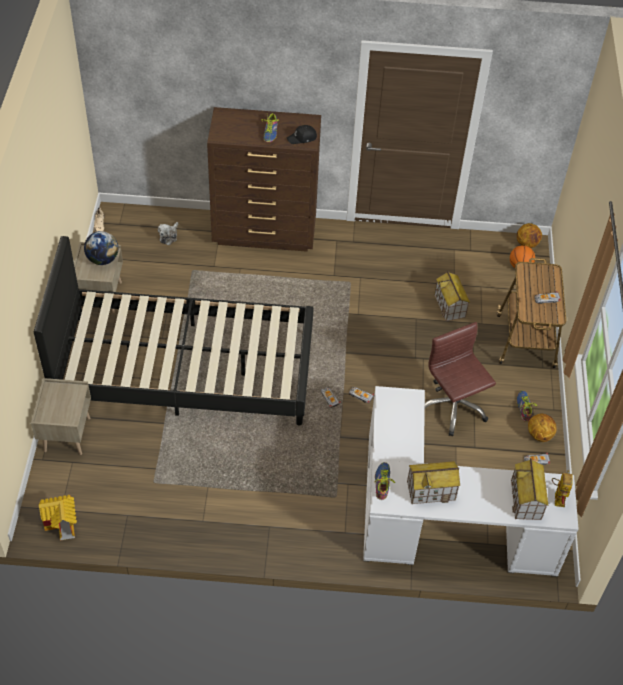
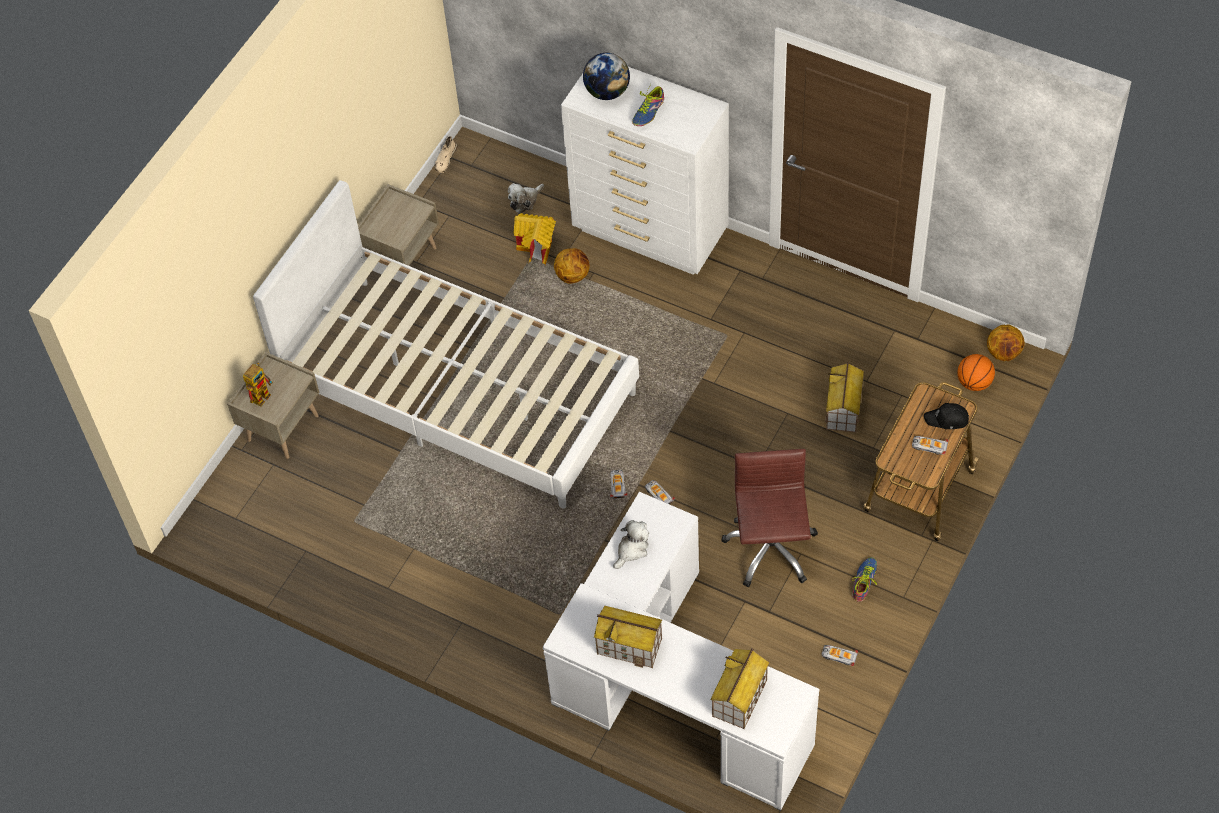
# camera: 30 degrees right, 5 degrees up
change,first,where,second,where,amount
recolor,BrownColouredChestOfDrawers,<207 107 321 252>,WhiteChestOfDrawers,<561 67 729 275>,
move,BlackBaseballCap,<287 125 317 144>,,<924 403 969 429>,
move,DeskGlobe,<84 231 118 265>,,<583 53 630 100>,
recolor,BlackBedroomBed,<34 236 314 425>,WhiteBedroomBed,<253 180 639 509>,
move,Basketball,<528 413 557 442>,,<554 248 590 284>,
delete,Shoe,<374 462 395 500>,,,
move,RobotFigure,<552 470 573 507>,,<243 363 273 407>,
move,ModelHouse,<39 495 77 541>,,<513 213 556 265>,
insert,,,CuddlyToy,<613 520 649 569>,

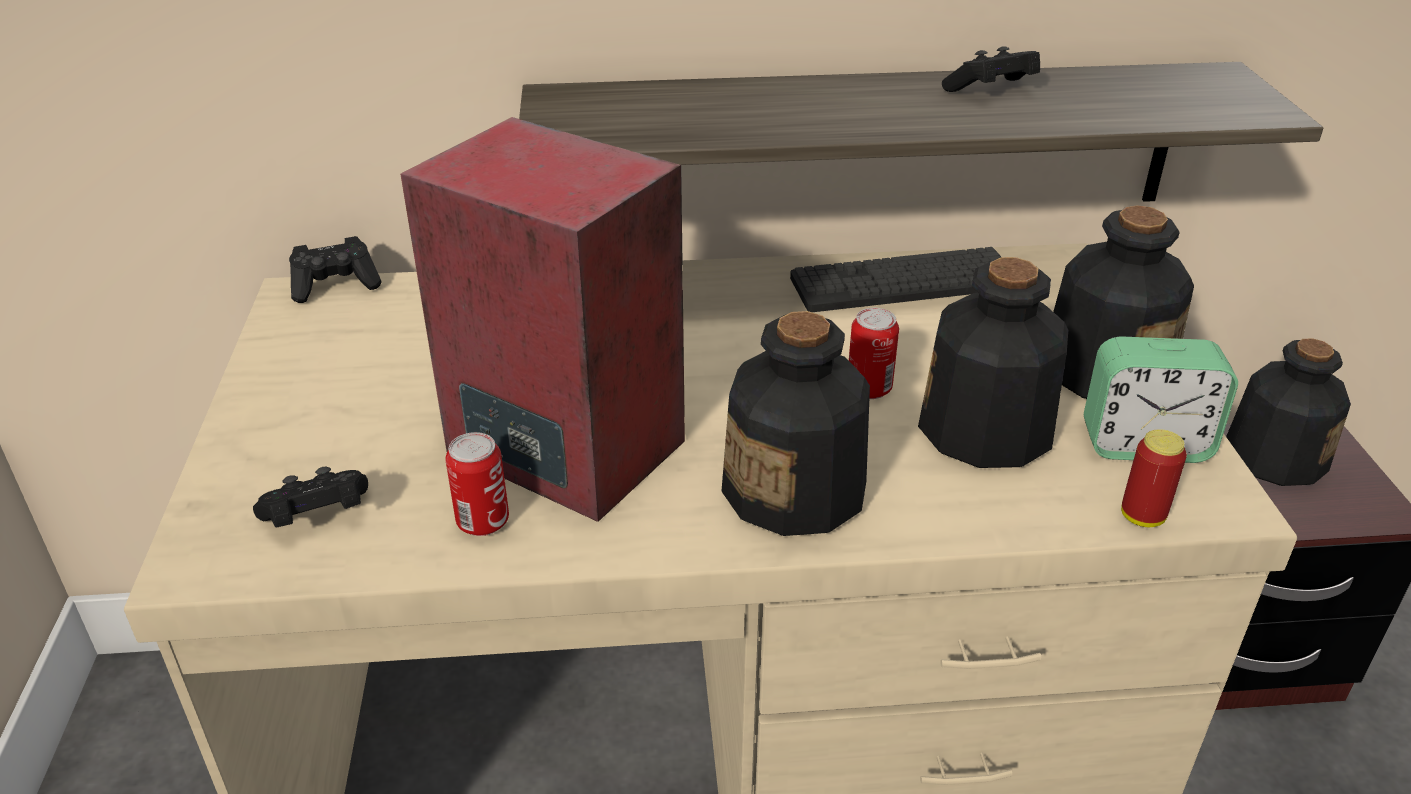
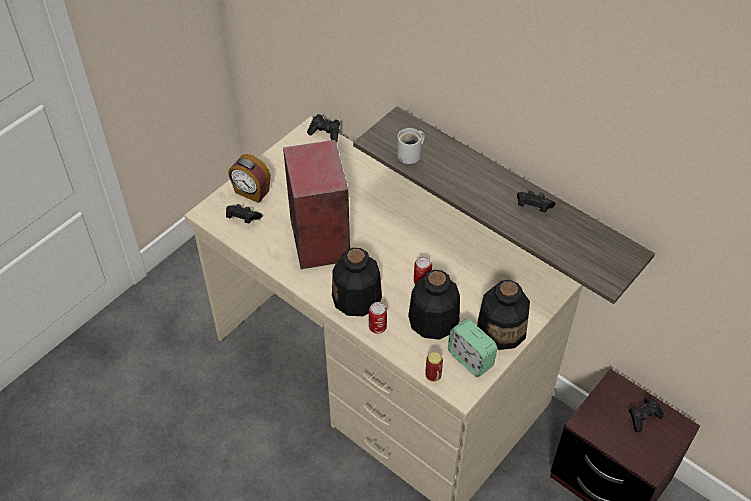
# camera: 45 degrees right, 15 degrees up
change,first,where,second,where,amount
delete,Keyboard,<790 247 1001 312>,,,
replace,Bottle,<1226 338 1351 486>,BlackJoypad,<629 397 664 432>,
move,Can,<445 432 509 536>,,<369 302 387 334>,
insert,,,WhiteCoffeeMug,<397 128 425 164>,
insert,,,AlarmClock,<228 154 271 203>,

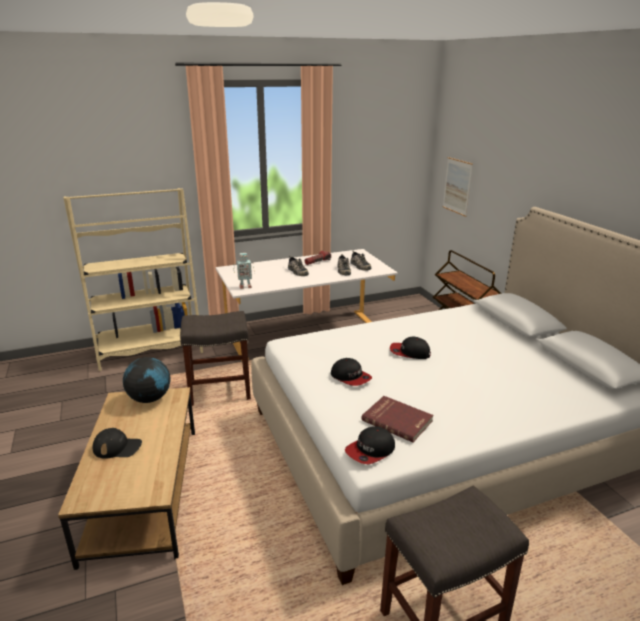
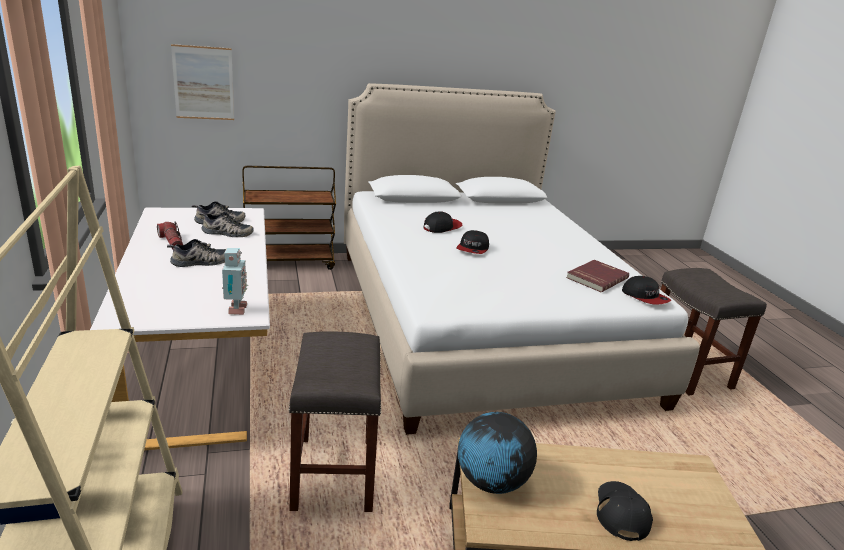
# camera: 85 degrees left, 0 degrees up
change,first,where,second,where,amount
move,BaseballCap,<331 358 372 386>,,<423 211 462 233>,

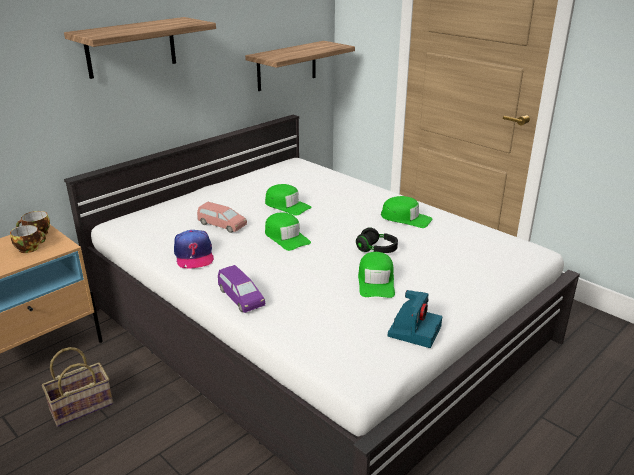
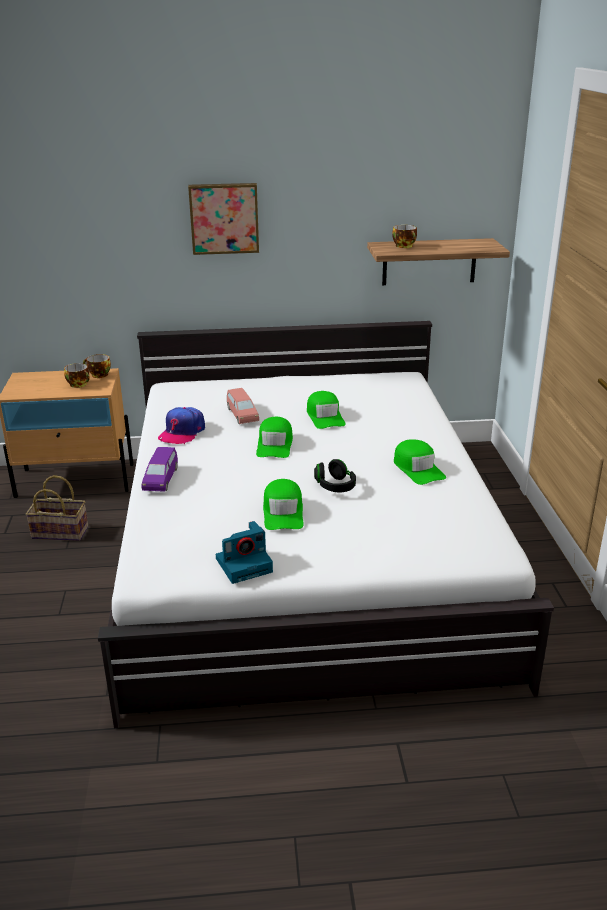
# camera: 40 degrees right, 0 degrees up
change,first,where,second,where,amount
replace,WallShelf,<64 17 216 79>,WallPicture,<188 183 259 255>,
rotate,GreenColouredBaseballCap,<358 252 395 298>,,<263 479 304 530>,45 degrees counterclockwise
insert,,,Cup,<392 225 417 248>,

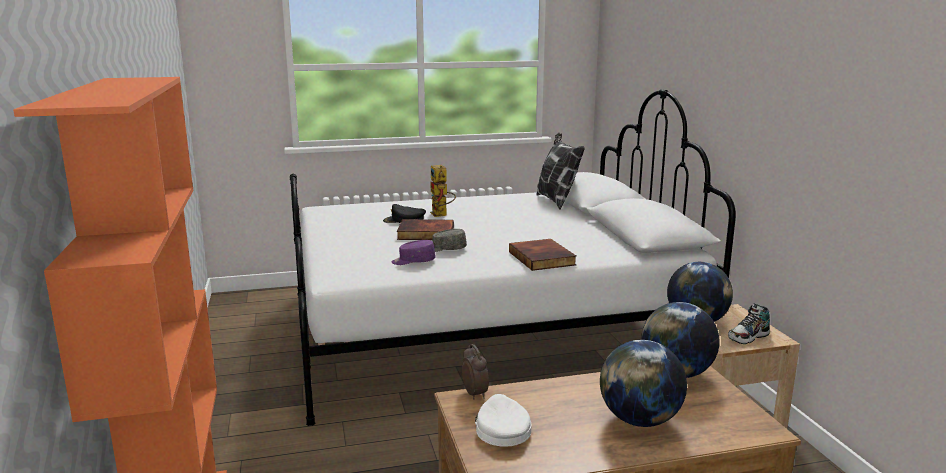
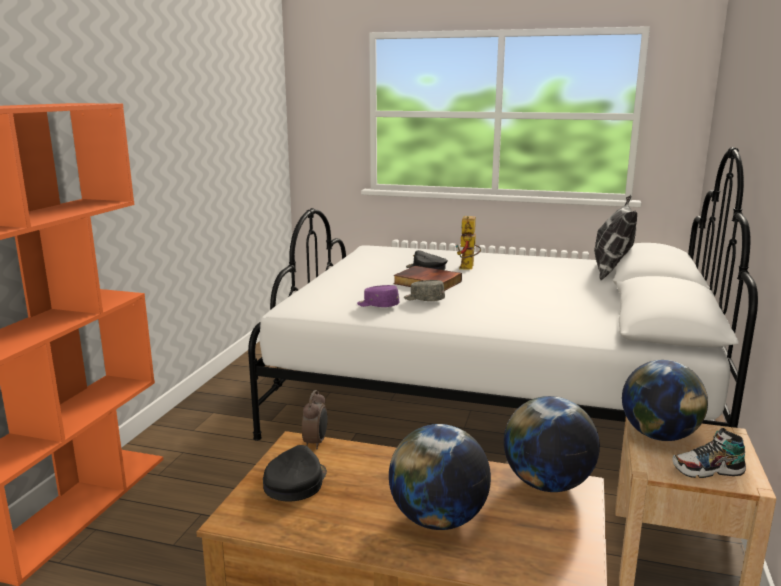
# camera: 30 degrees right, 0 degrees up
change,first,where,second,where,amount
delete,Volume,<509 239 577 271>,,,
recolor,WhiteBaseballCap,<475 394 531 447>,BlackBaseballCap,<263 445 327 501>,

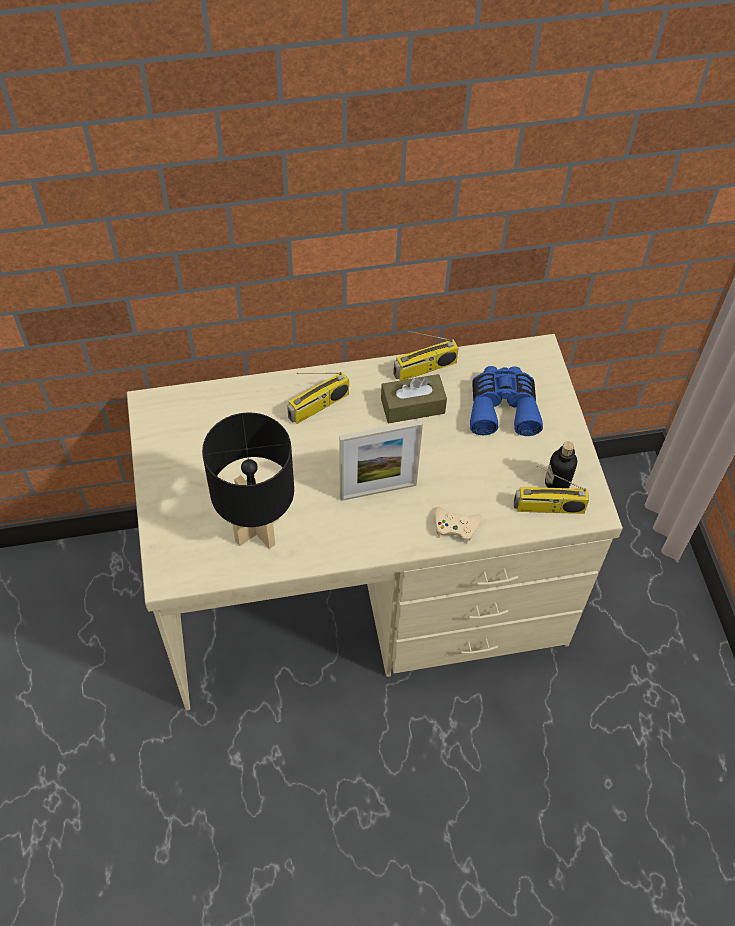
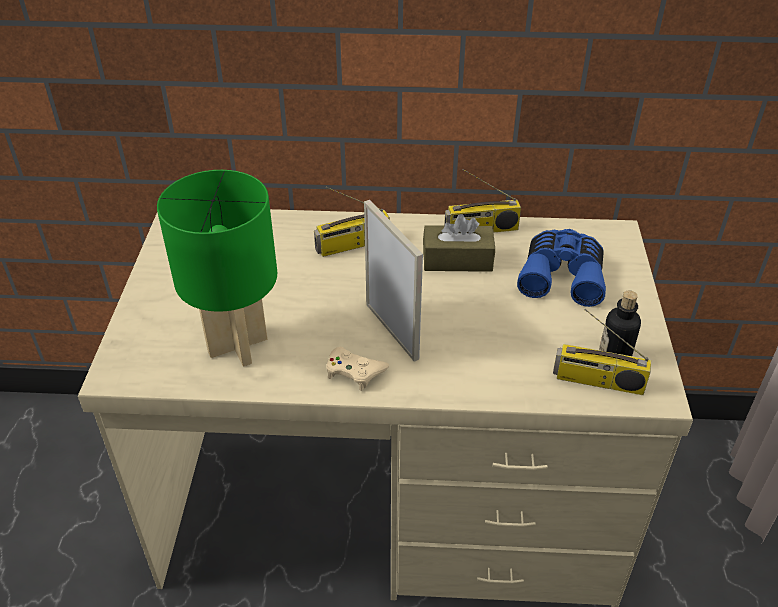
# camera: 15 degrees right, 15 degrees down
change,first,where,second,where,amount
recolor,BlackTableLamp,<202 413 294 549>,GreenColouredTableLamp,<157 170 277 367>,
rotate,PhotoFrame,<339 420 423 501>,,<364 200 423 361>,120 degrees counterclockwise
move,BeigeColouredJoypad,<434 506 482 544>,,<326 347 389 391>,

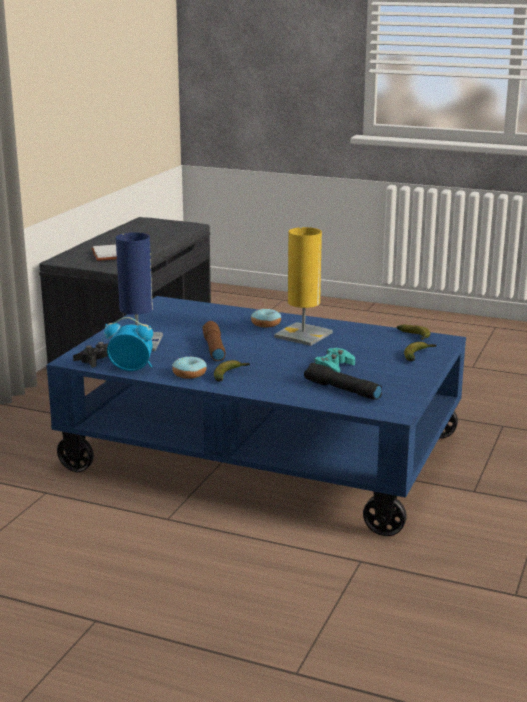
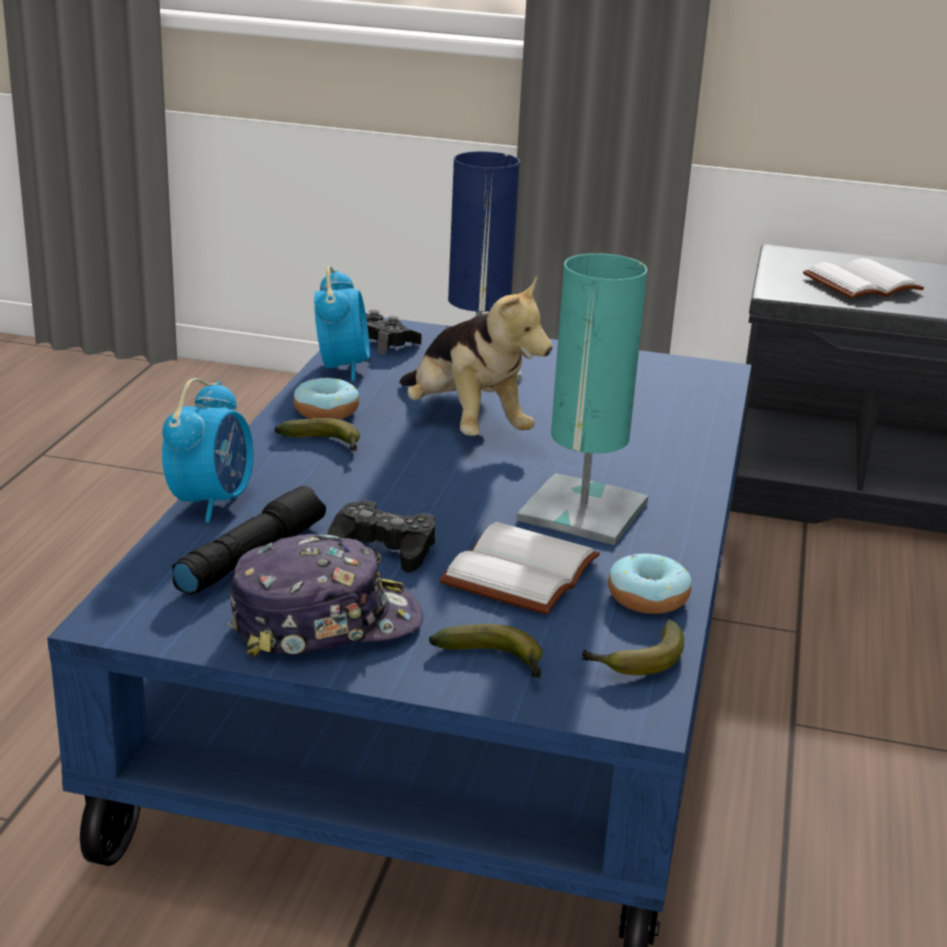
# camera: 80 degrees right, 5 degrees up
change,first,where,second,where,amount
recolor,YellowishTableLamp,<274 227 333 346>,TurquoiseColouredTableLamp,<517 253 648 545>,
move,Doughnut,<251 308 281 327>,,<608 553 691 614>,
replace,BrownColouredTorch,<203 321 226 361>,CuddlyToy,<400 276 553 436>,
recolor,TurquoiseColouredJoypad,<314 348 355 372>,BlackJoypad,<328 500 435 573>,
insert,,,AlarmClock,<162 378 253 523>,
insert,,,WhiteVolume,<439 522 600 614>,
insert,,,BaseballCap,<228 534 423 657>,

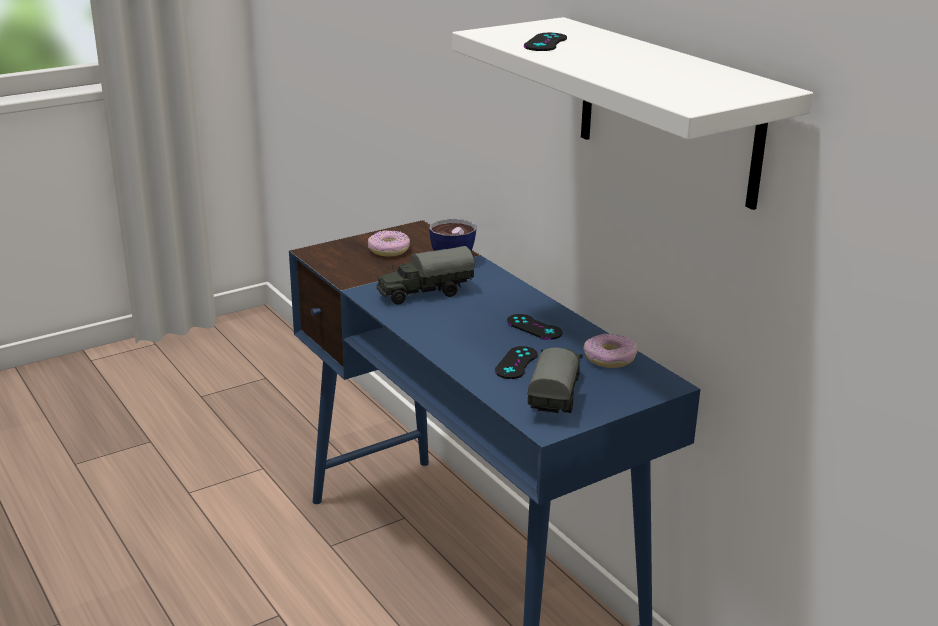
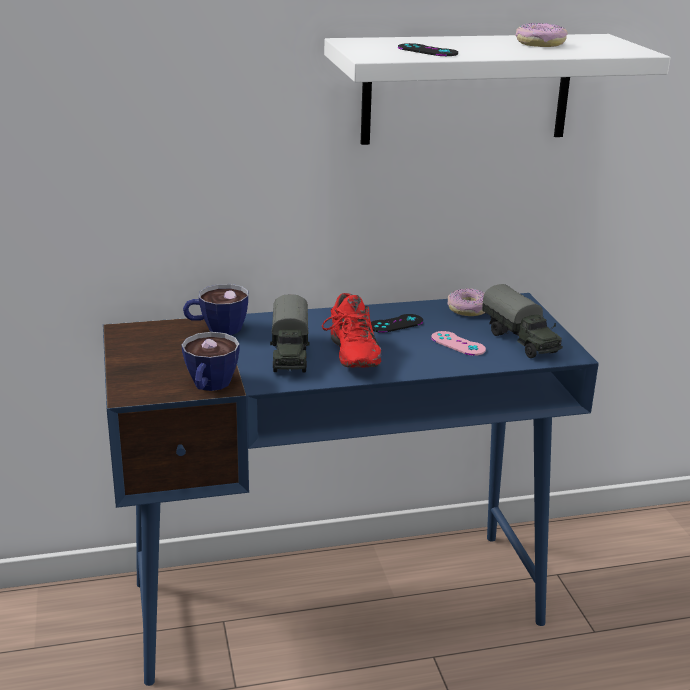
# camera: 70 degrees left, 0 degrees up
change,first,where,second,where,amount
move,Doughnut,<368 230 410 257>,,<516 23 568 47>,
recolor,BlackJoypad,<495 346 538 379>,PinkJoypad,<431 331 486 356>,
rotate,ToyLorry,<528 348 583 413>,,<482 284 563 358>,150 degrees counterclockwise
insert,,,RedShoe,<322 293 381 367>,
insert,,,Cup,<181 332 240 391>,

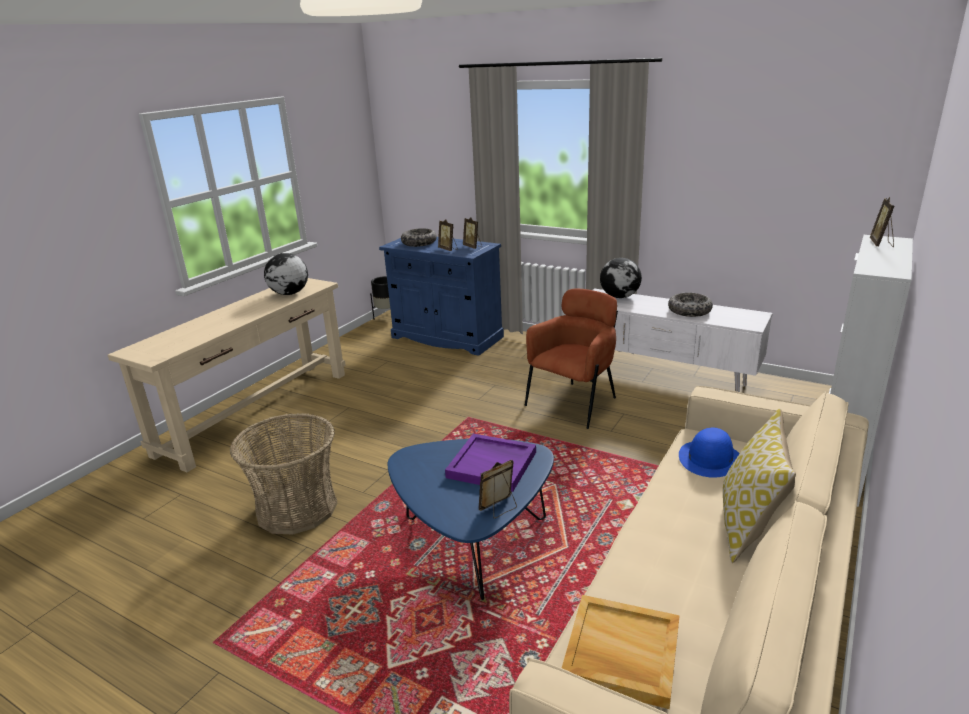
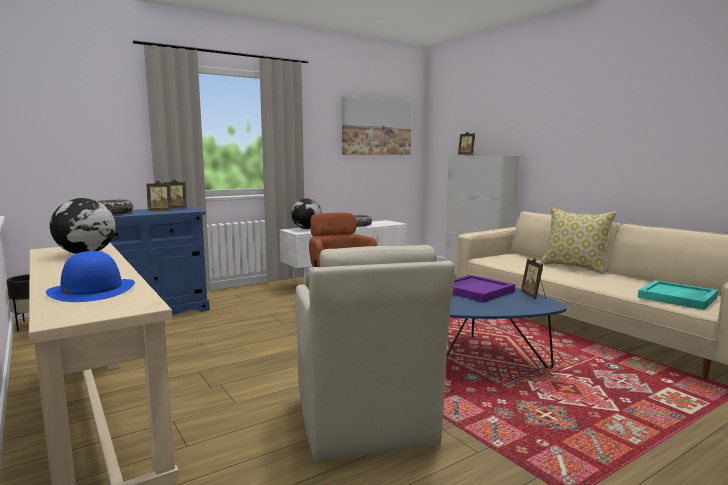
# camera: 65 degrees left, 15 degrees down
change,first,where,second,where,amount
replace,HouseholdBasket,<230 413 338 534>,BeigeColouredArmchair,<295 245 455 461>,
move,BluishClothingHat,<679 428 740 478>,,<46 251 135 302>,
recolor,BeigeColouredTray,<562 595 680 709>,TurquoiseColouredTray,<638 280 718 310>,
insert,,,WallPicture,<342 96 411 155>,

